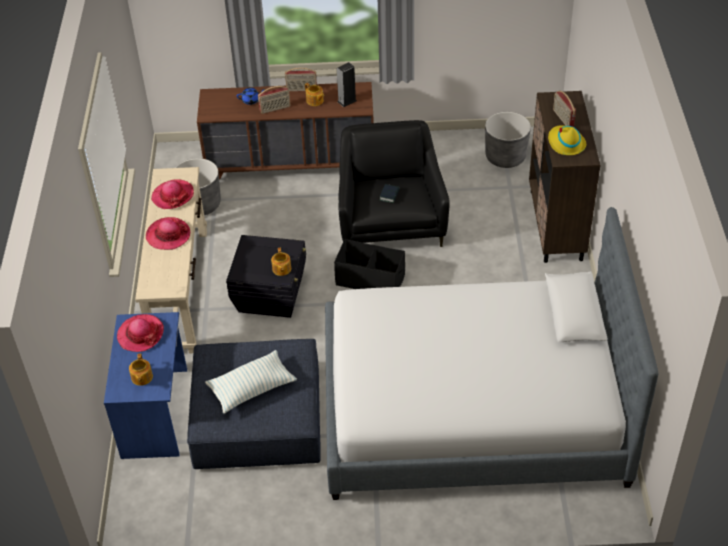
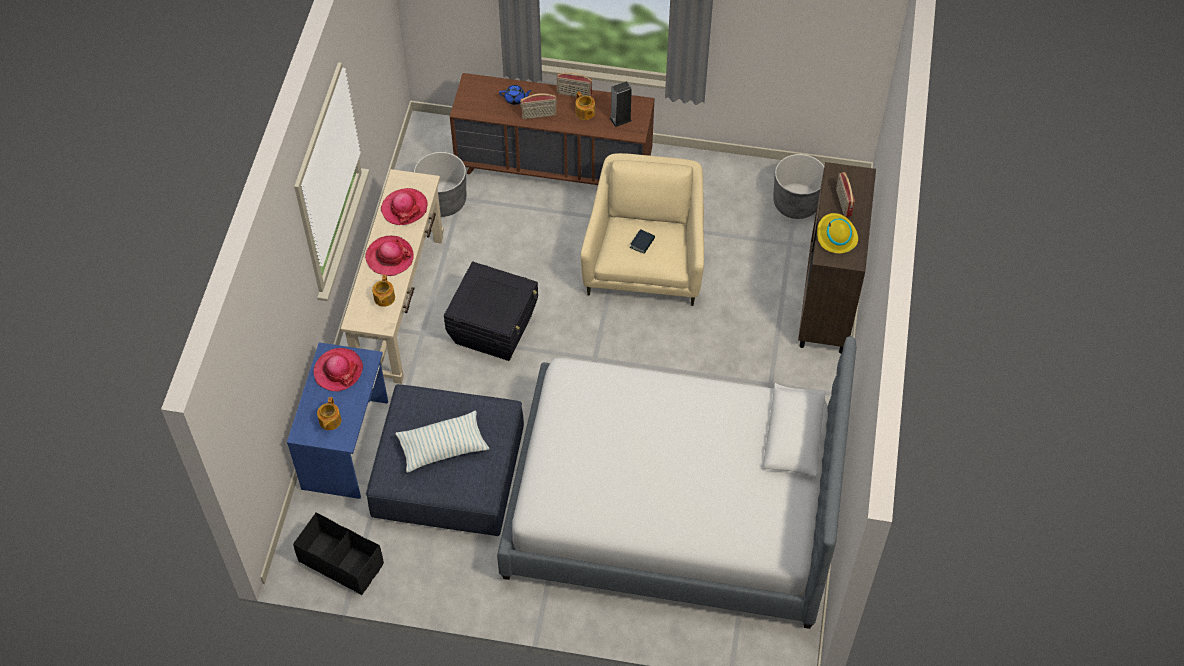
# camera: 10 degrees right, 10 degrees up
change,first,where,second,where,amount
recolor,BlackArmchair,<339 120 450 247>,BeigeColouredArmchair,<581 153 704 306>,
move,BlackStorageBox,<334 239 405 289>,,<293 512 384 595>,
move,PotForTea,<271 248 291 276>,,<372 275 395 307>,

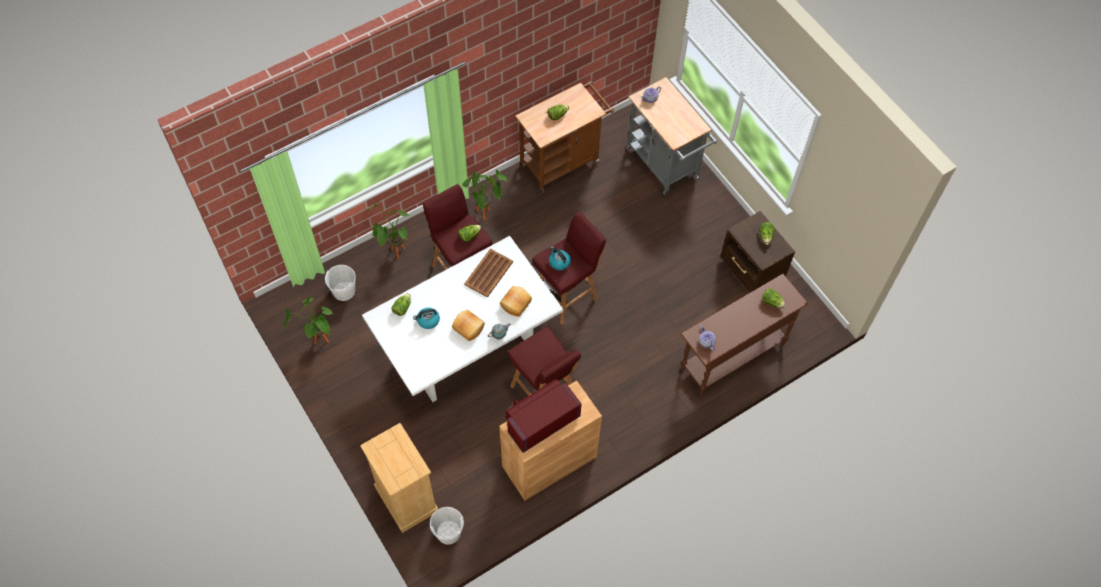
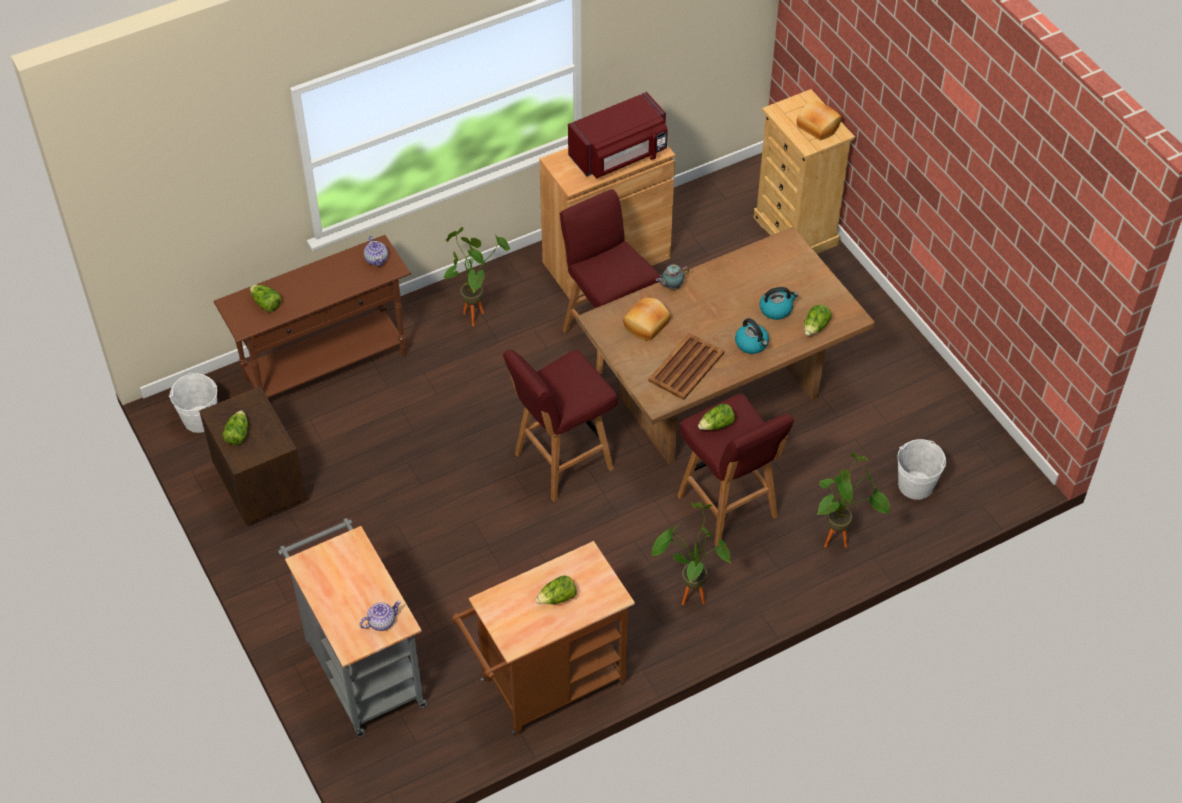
# camera: 175 degrees left, 10 degrees down
change,first,where,second,where,amount
recolor,WhiteKitchenTable,<362 236 563 402>,BrownColouredKitchenTable,<577 227 875 464>,
move,TeaKettle,<549 246 571 271>,,<735 318 769 354>,
move,PottedPlant,<284 297 333 344>,,<443 227 510 326>,
move,BakedBread,<452 310 485 341>,,<796 101 842 140>,
move,WhiteWaterBucket,<430 507 464 544>,,<169 373 217 433>,

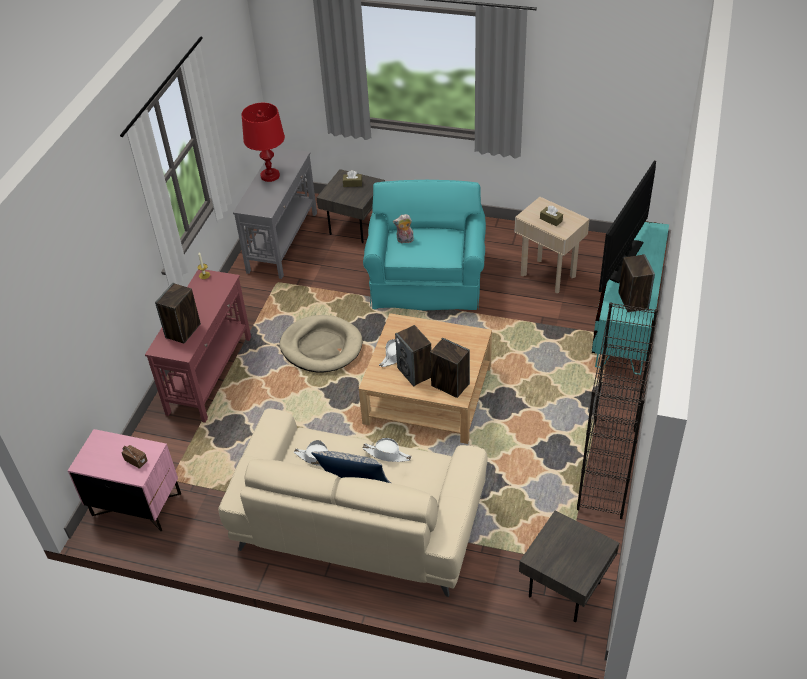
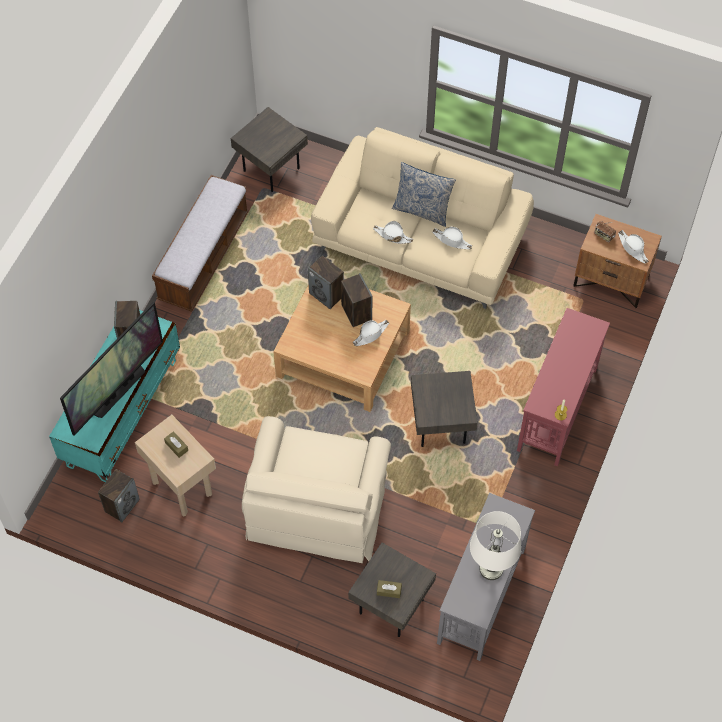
# camera: 175 degrees left, 15 degrees up
change,first,where,second,where,amount
recolor,RedTableLamp,<242 103 285 182>,WhiteTableLamp,<470 511 521 580>,
recolor,TurquoiseColouredArmchair,<363 180 486 311>,BeigeColouredArmchair,<242 416 391 563>,
delete,CuddlyToy,<393 214 415 243>,,,
move,Loudspeaker,<155 283 201 344>,,<98 469 140 522>,
replace,BlackBookshelf,<577 302 658 519>,LongSeat,<152 175 248 312>,
replace,BeigeColouredDogCushion,<279 315 362 373>,GreySideTable,<411 371 478 447>,
recolor,PinkBedsideTable,<68 429 181 531>,BrownColouredBedsideTable,<573 214 662 308>,
insert,,,WhiteClothingHat,<618 230 648 264>,

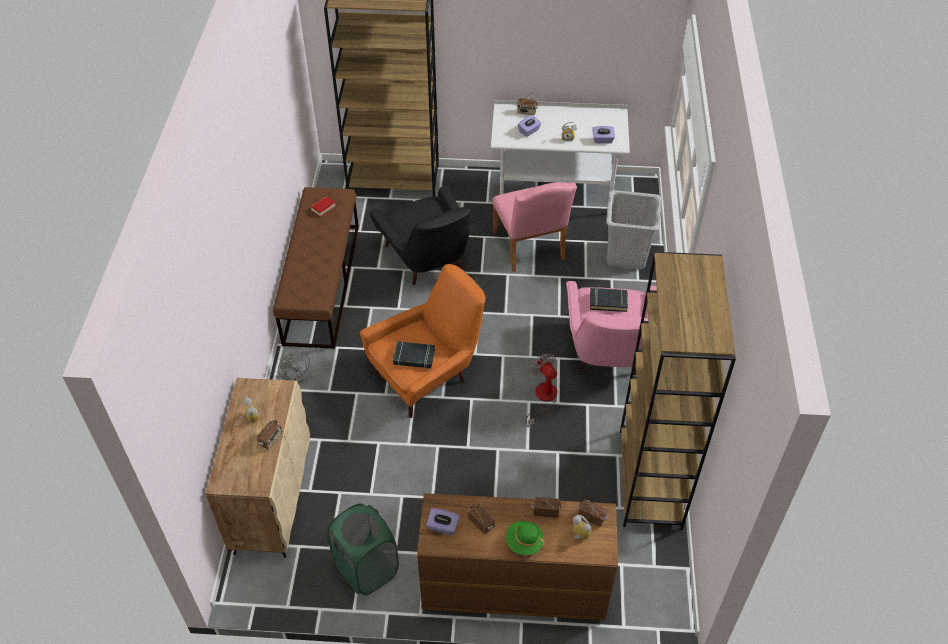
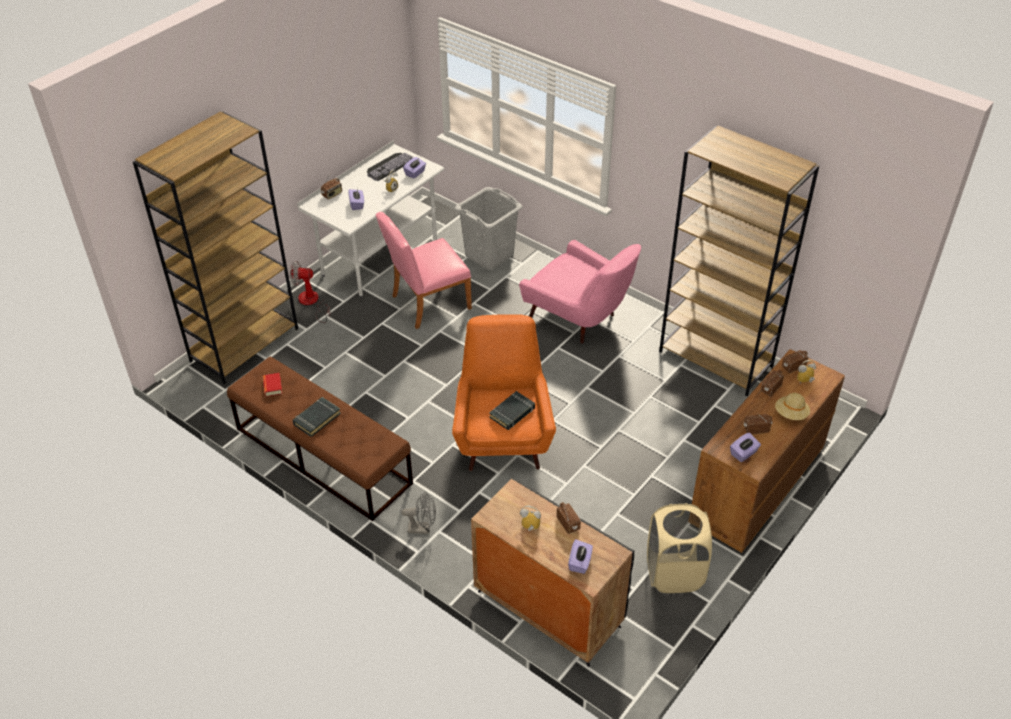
# camera: 55 degrees left, 5 degrees down
change,first,where,second,where,amount
rotate,PinkPlainChair,<492 182 577 272>,,<376 212 472 329>,135 degrees clockwise
delete,BlackArmchair,<369 186 471 285>,,,
move,BlackVolume,<590 287 628 312>,,<293 397 341 437>,
move,ElectricFan,<526 353 557 427>,,<290 261 331 323>,
recolor,BeigeColouredCabinet,<206 378 310 558>,BlackCabinet,<471 477 635 667>,
recolor,GreenColouredLaundryBasket,<327 504 399 595>,BeigeColouredLaundryBasket,<647 503 712 593>,
recolor,GreenColouredClothingHat,<506 521 544 555>,BeigeColouredClothingHat,<775 393 810 420>,
insert,,,Keyboard,<367 153 414 181>,
insert,,,PurplishBoxOfTissues,<568 539 593 574>,

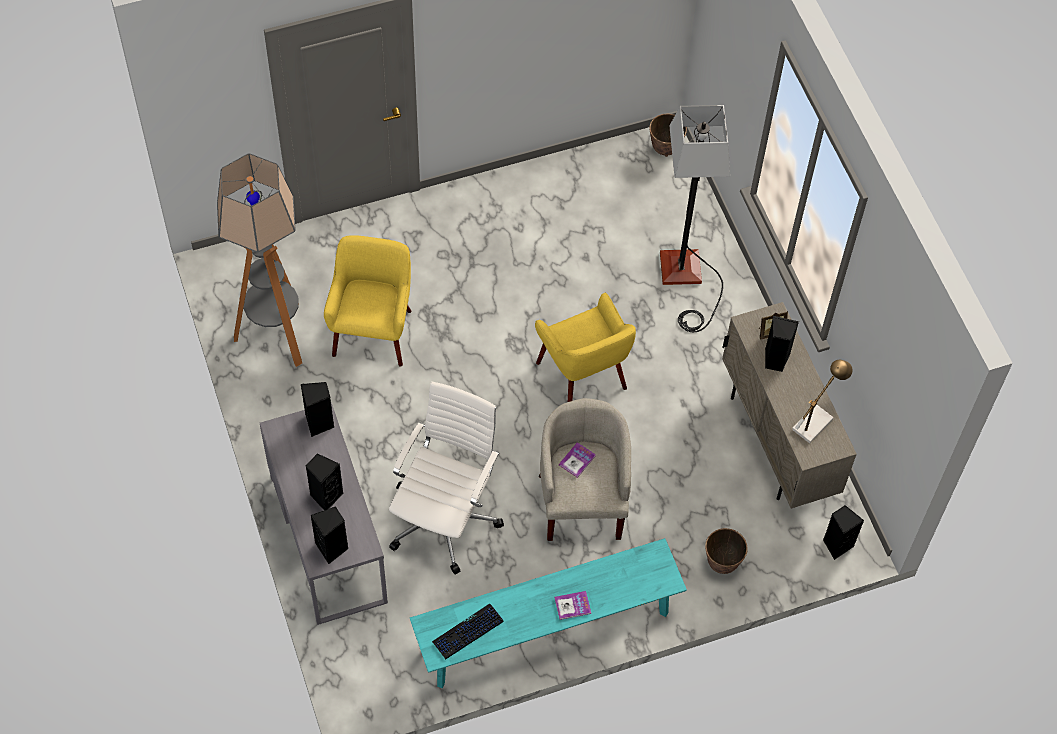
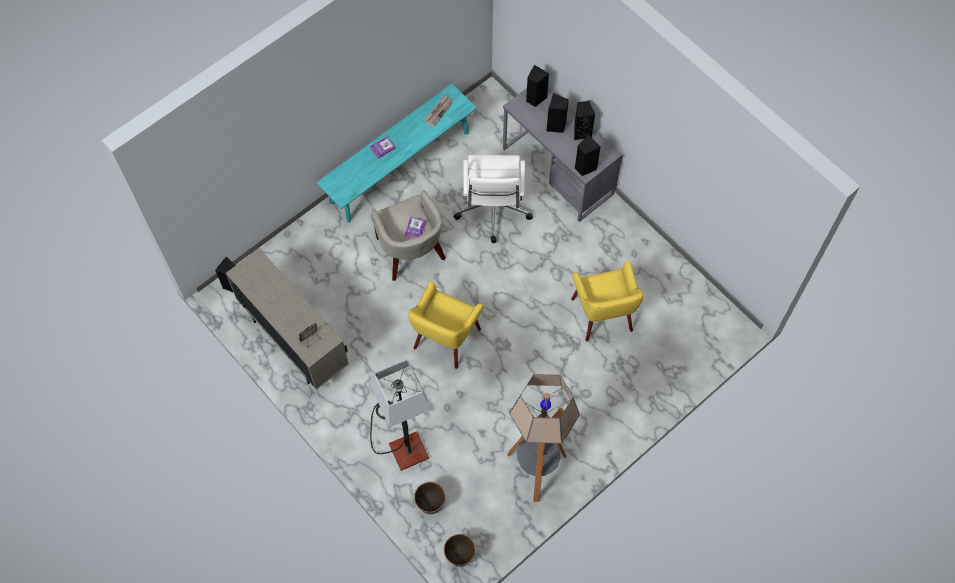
# camera: 160 degrees right, 5 degrees up
change,first,where,second,where,amount
move,FloorLamp,<217 153 302 367>,,<507 374 580 502>,
rotate,YellowishArmchair,<535 292 636 402>,,<409 281 483 369>,105 degrees counterclockwise
move,BlackLoudspeaker,<765 316 799 372>,,<574 101 595 140>,
delete,TableLamp,<792 360 853 443>,,,
move,FlowerPot,<705 528 748 574>,,<414 482 446 514>,
replace,Keyboard,<432 604 504 660>,Newspaper,<424 95 453 127>,

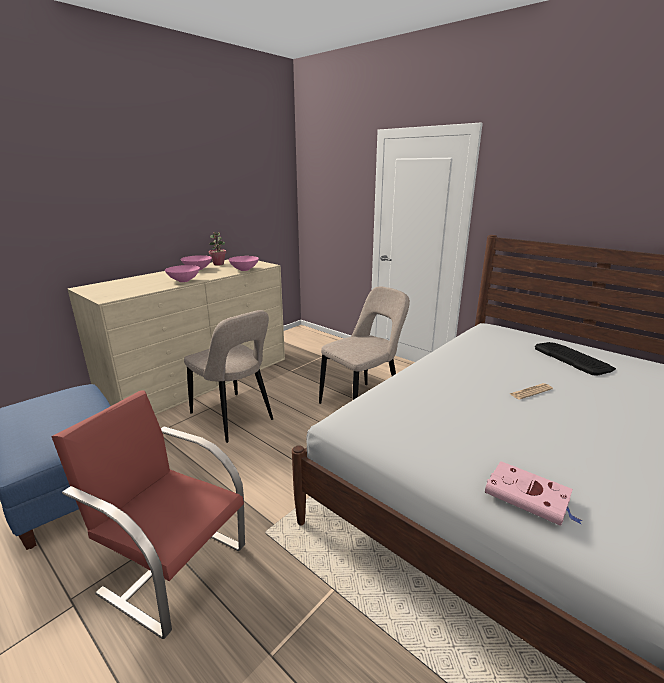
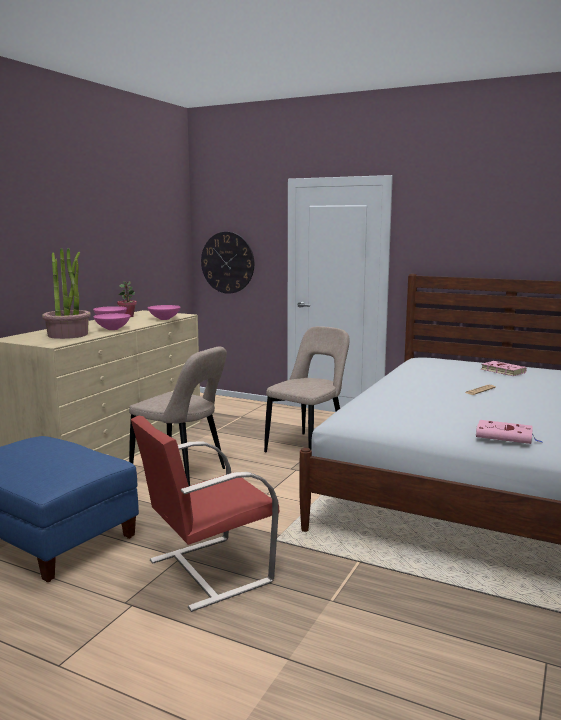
# camera: 15 degrees left, 10 degrees down
change,first,where,second,where,amount
replace,Keyboard,<535 342 616 376>,PinkVolume,<481 361 527 376>,
rotate,RedPlainChair,<51 391 245 639>,,<131 416 279 612>,45 degrees counterclockwise
insert,,,HangingClock,<201 232 254 294>,
insert,,,PottedPlant,<42 248 91 339>,

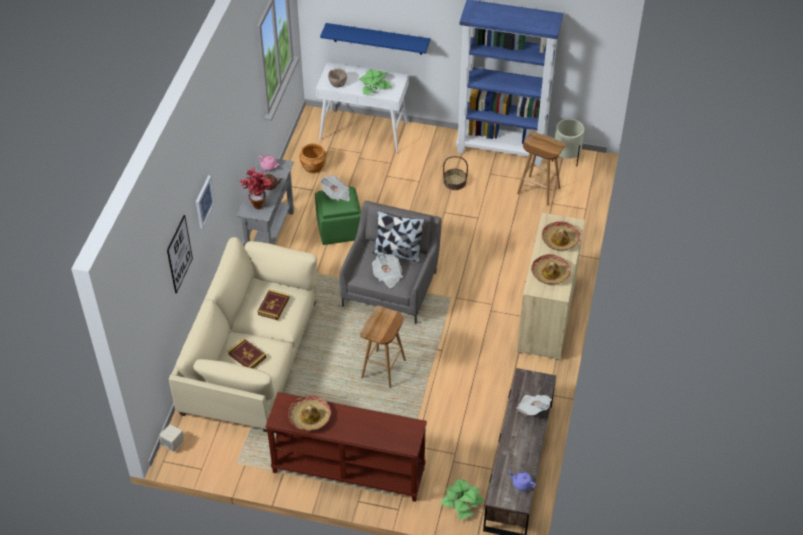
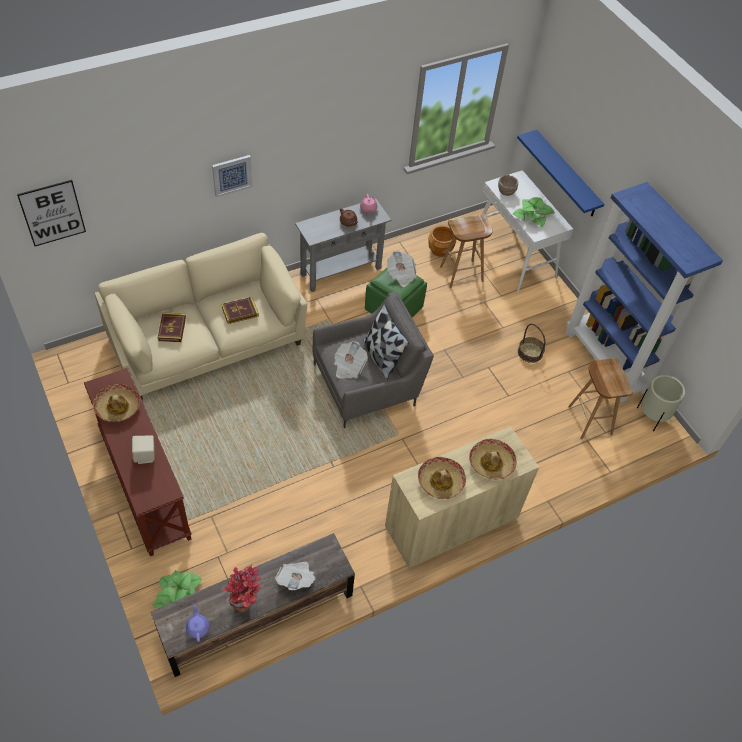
# camera: 45 degrees right, 5 degrees up
change,first,where,second,where,amount
move,PottedPlant,<240 168 272 209>,,<222 566 263 612>,
move,WallPicture,<167 215 193 293>,,<17 180 86 246>,
move,BrownColouredStoolSeat,<360 305 406 388>,,<440 214 493 288>,
move,BeigeColouredLoudspeaker,<160 424 184 452>,,<132 436 155 464>,

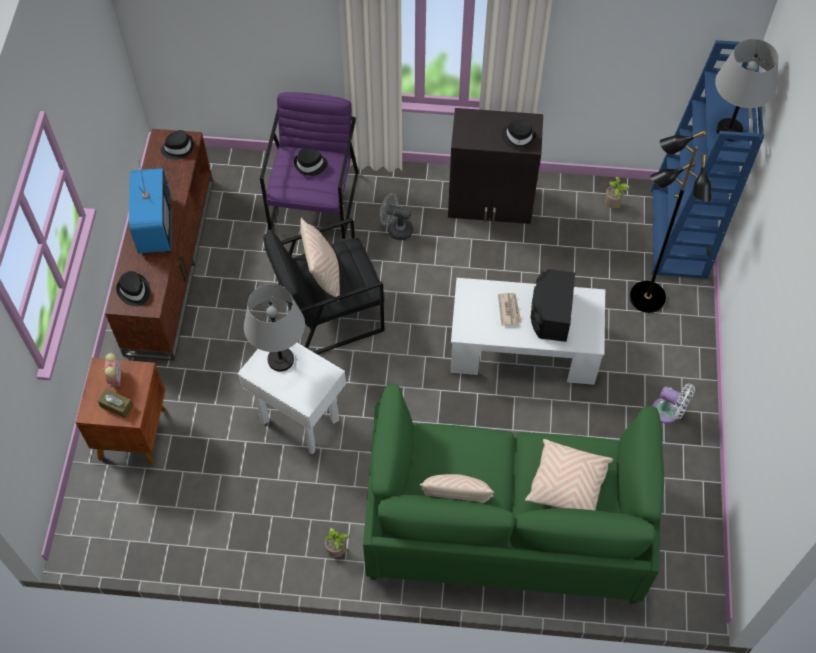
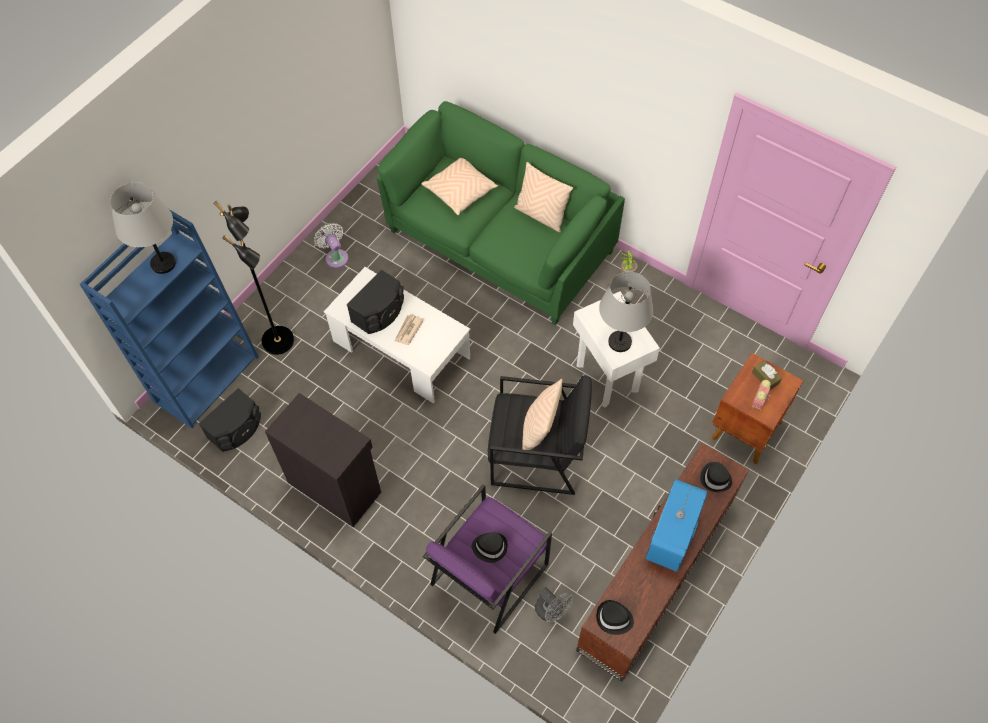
# camera: 150 degrees left, 0 degrees up
change,first,where,second,where,amount
delete,BlackClothingHat,<502 120 536 148>,,,
replace,PottedPlant,<605 177 630 208>,BlackLoudspeaker,<199 388 261 452>,
move,GreyElectricFan,<380 193 413 240>,,<535 587 573 622>,

